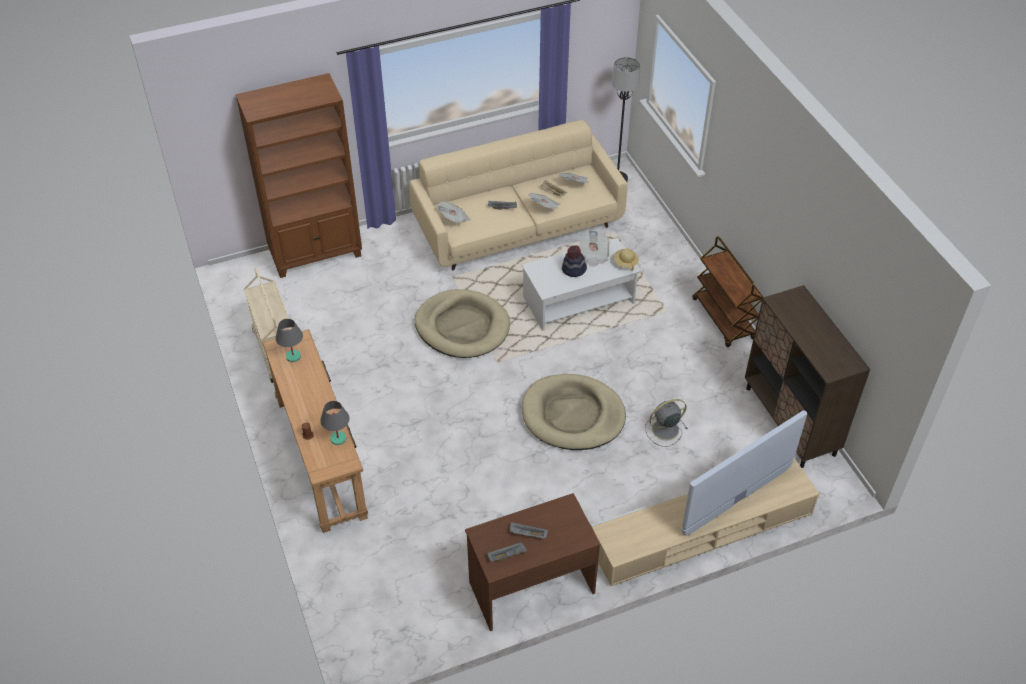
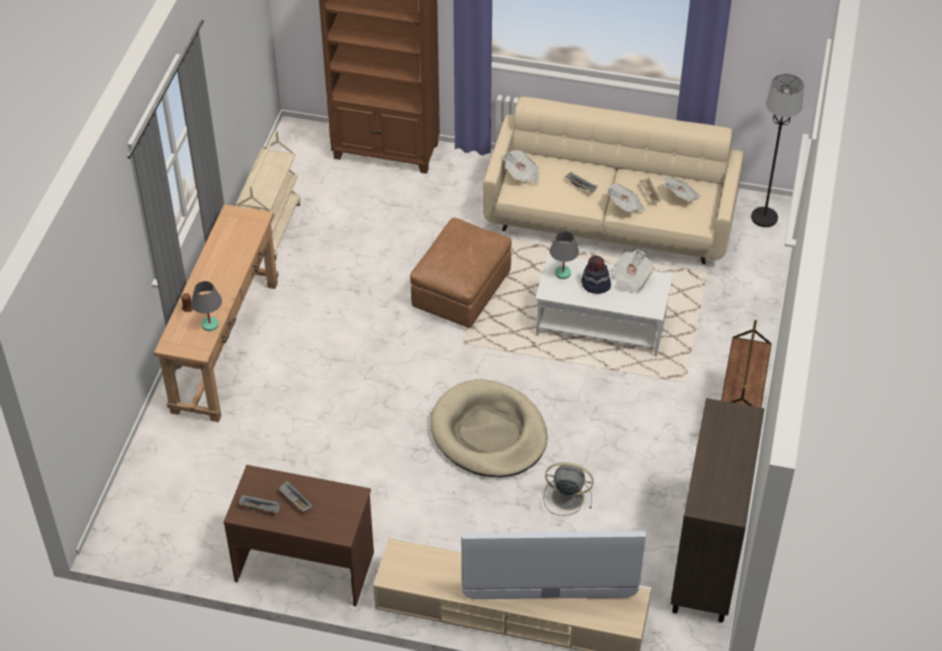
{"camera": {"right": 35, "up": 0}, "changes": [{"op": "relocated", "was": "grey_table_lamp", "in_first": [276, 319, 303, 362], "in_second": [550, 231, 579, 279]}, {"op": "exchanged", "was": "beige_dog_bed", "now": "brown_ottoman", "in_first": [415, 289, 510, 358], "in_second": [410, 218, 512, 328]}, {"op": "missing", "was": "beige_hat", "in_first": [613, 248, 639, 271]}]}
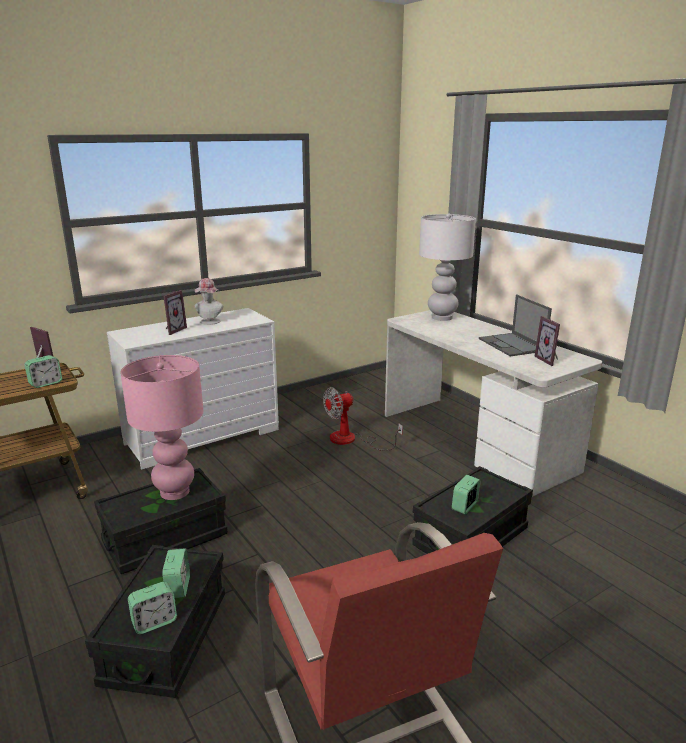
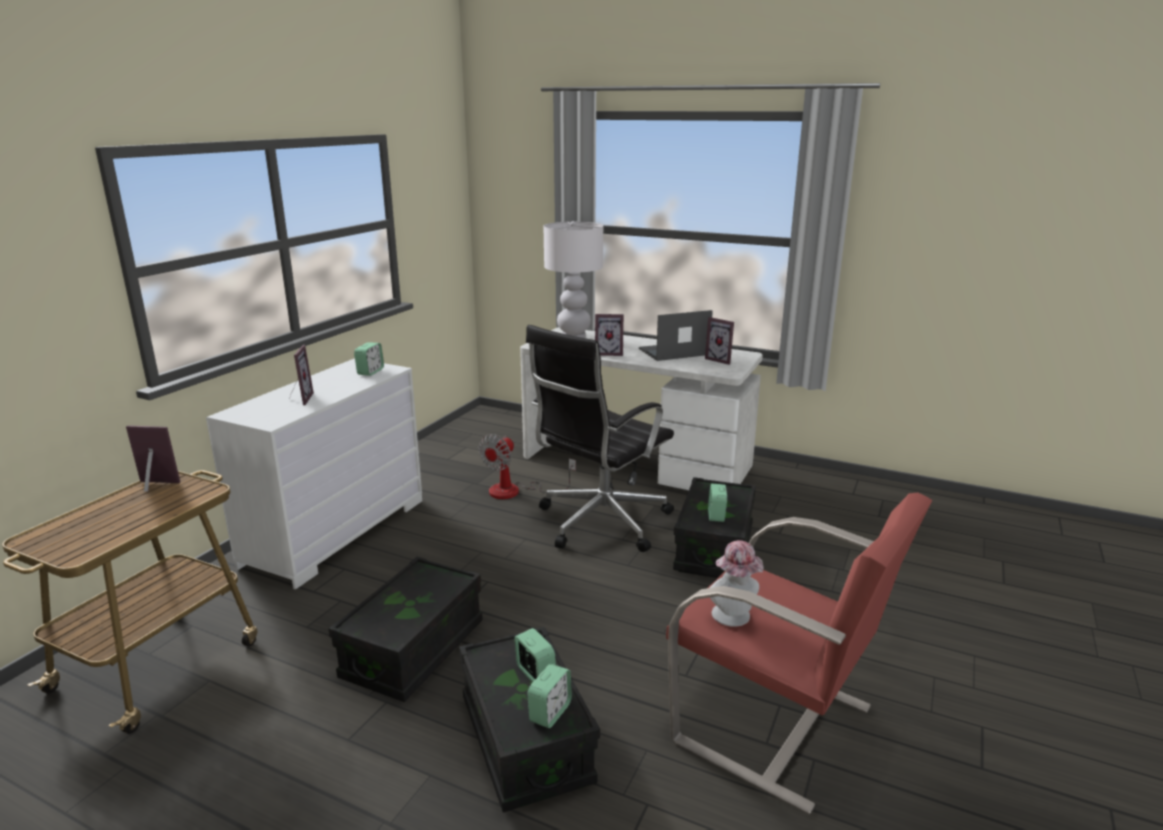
{"camera": {"right": -30, "up": 0}, "changes": [{"op": "relocated", "was": "alarm_clock", "in_first": [25, 355, 62, 388], "in_second": [354, 343, 384, 376]}, {"op": "missing", "was": "pink_table_lamp", "in_first": [121, 355, 203, 500]}, {"op": "relocated", "was": "hat", "in_first": [195, 278, 224, 325], "in_second": [710, 540, 763, 627]}, {"op": "spun", "was": "laptop", "in_first": [479, 295, 552, 356], "in_second": [639, 310, 713, 361], "clockwise": 120}, {"op": "appeared", "now": "black_office_chair", "in_second": [526, 325, 674, 552]}, {"op": "appeared", "now": "picture_frame", "in_second": [595, 314, 624, 356]}]}
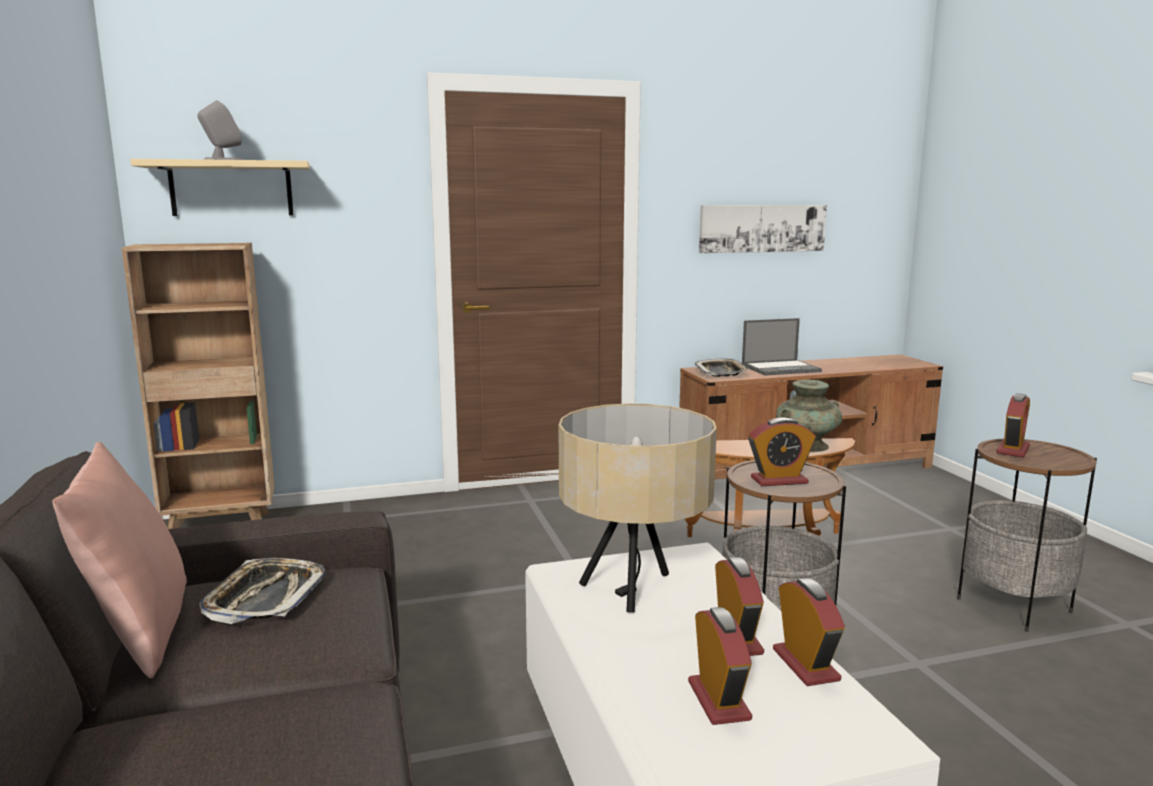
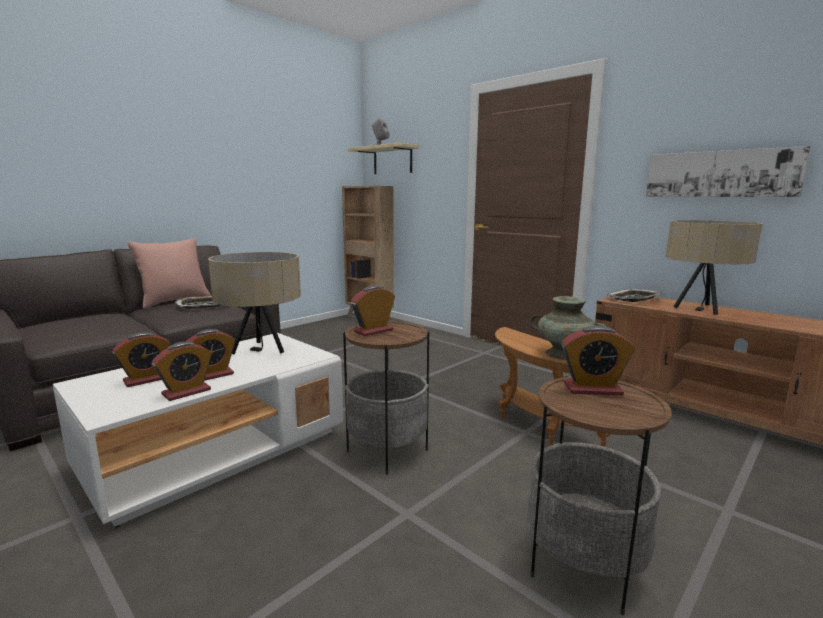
{"camera": {"right": 60, "up": 0}, "changes": [{"op": "exchanged", "was": "laptop", "now": "beige_table_lamp", "in_first": [742, 318, 822, 376], "in_second": [666, 220, 762, 315]}, {"op": "spun", "was": "alarm_clock", "in_first": [748, 417, 816, 486], "in_second": [351, 286, 395, 336], "clockwise": 90}]}
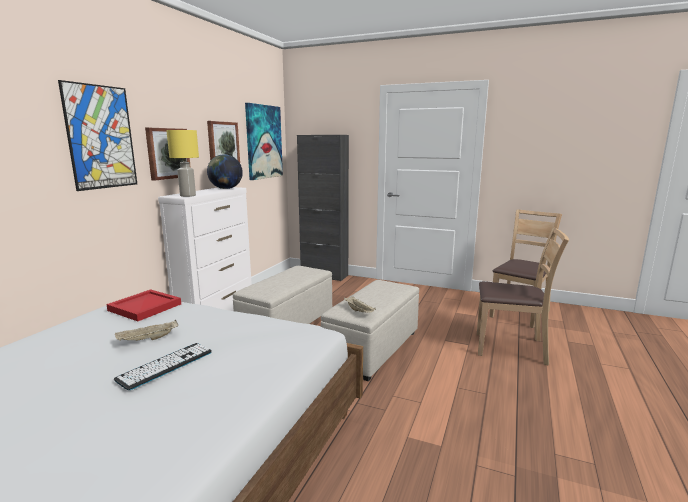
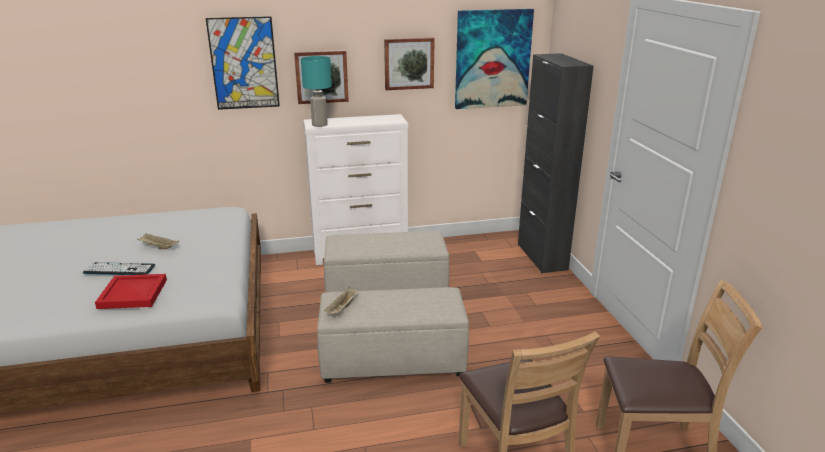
{"camera": {"right": 55, "up": 10}, "changes": [{"op": "relocated", "was": "red_tray", "in_first": [106, 289, 181, 321], "in_second": [95, 274, 167, 309]}, {"op": "colour", "was": "yellow_table_lamp", "now": "turquoise_table_lamp", "in_first": [166, 130, 199, 197], "in_second": [301, 56, 332, 127]}, {"op": "missing", "was": "globe", "in_first": [207, 154, 243, 189]}]}
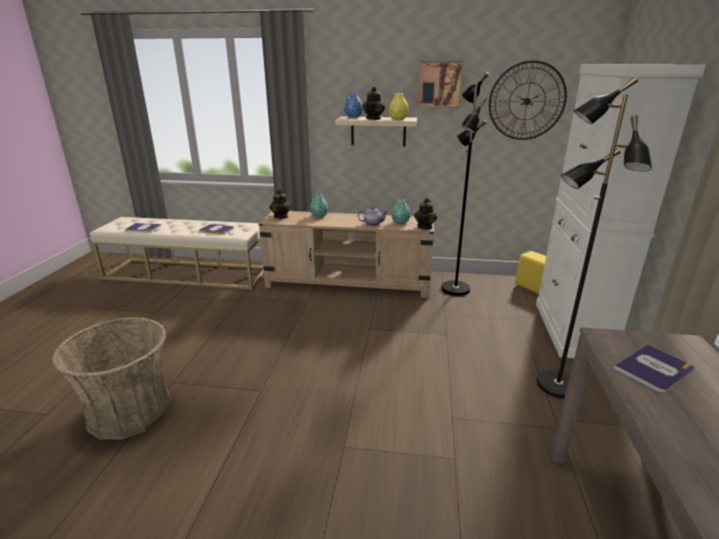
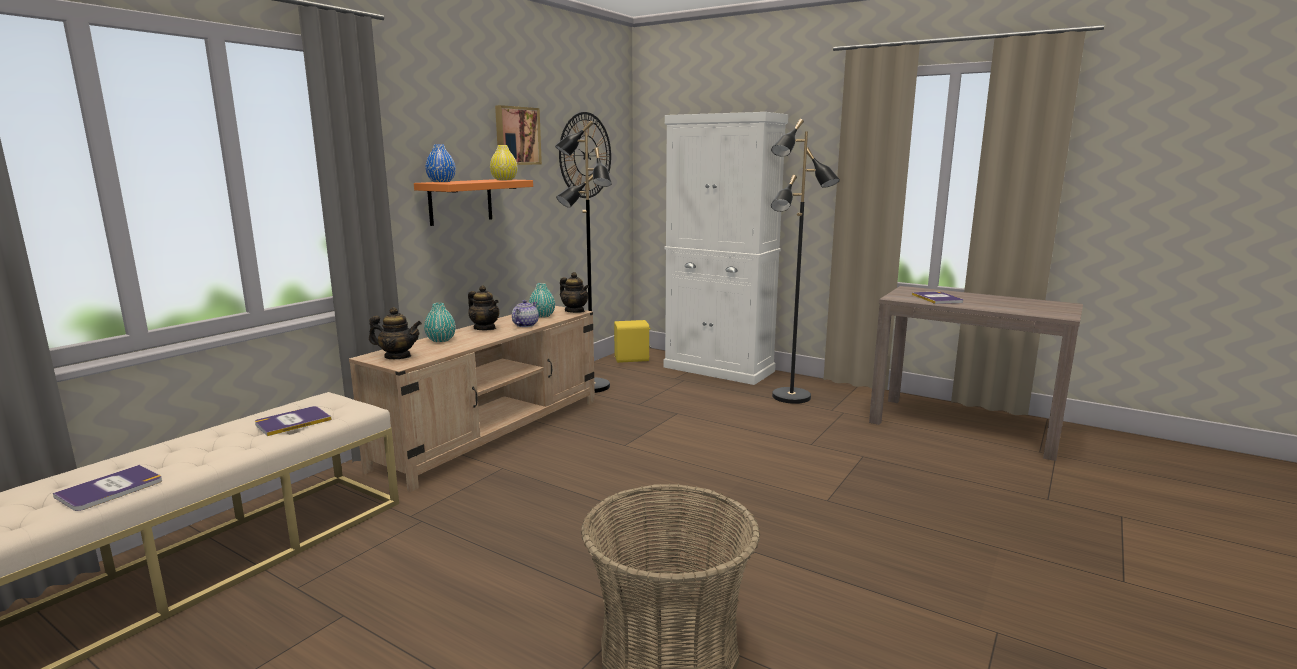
{"camera": {"right": -65, "up": -10}, "changes": [{"op": "colour", "was": "beige_shelf", "now": "orange_shelf", "in_first": [335, 116, 417, 147], "in_second": [414, 179, 533, 226]}, {"op": "relocated", "was": "teapot", "in_first": [363, 86, 385, 120], "in_second": [468, 286, 500, 330]}]}
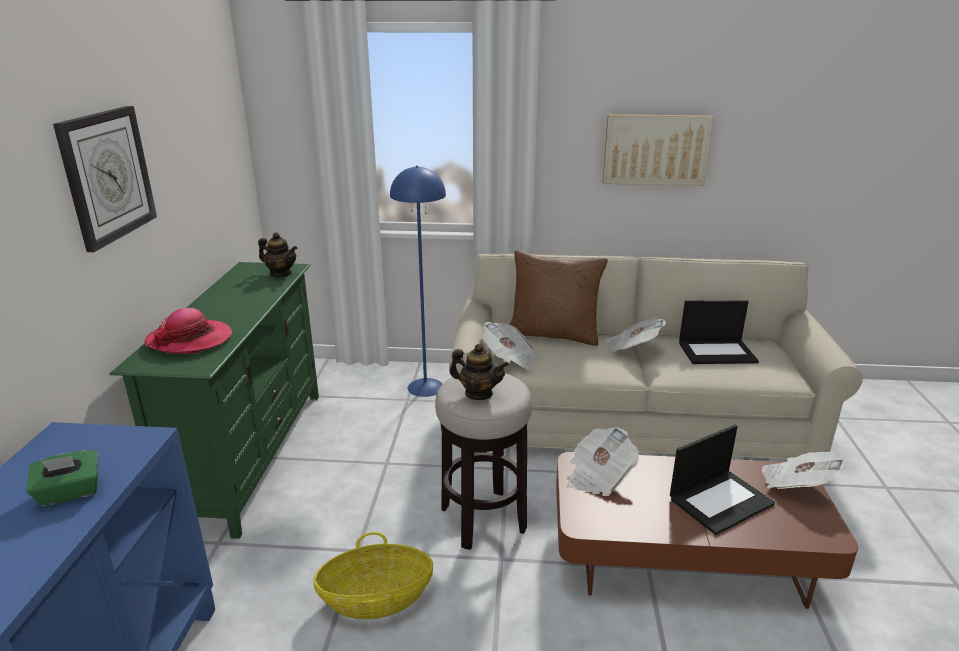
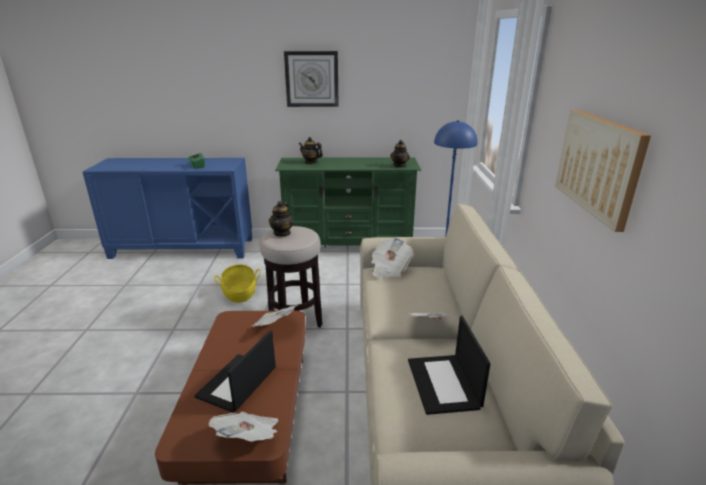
{"camera": {"right": 85, "up": 0}, "changes": [{"op": "exchanged", "was": "hat", "now": "teapot", "in_first": [145, 308, 232, 354], "in_second": [299, 137, 323, 164]}, {"op": "missing", "was": "brown_pillow", "in_first": [509, 251, 608, 346]}, {"op": "spun", "was": "laptop", "in_first": [670, 425, 775, 535], "in_second": [195, 330, 276, 413], "clockwise": 60}]}
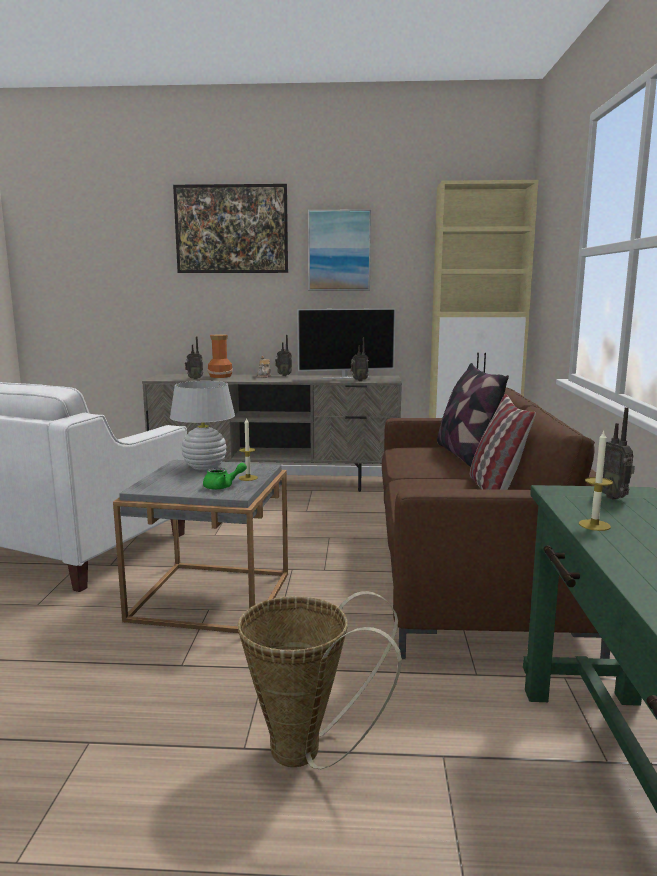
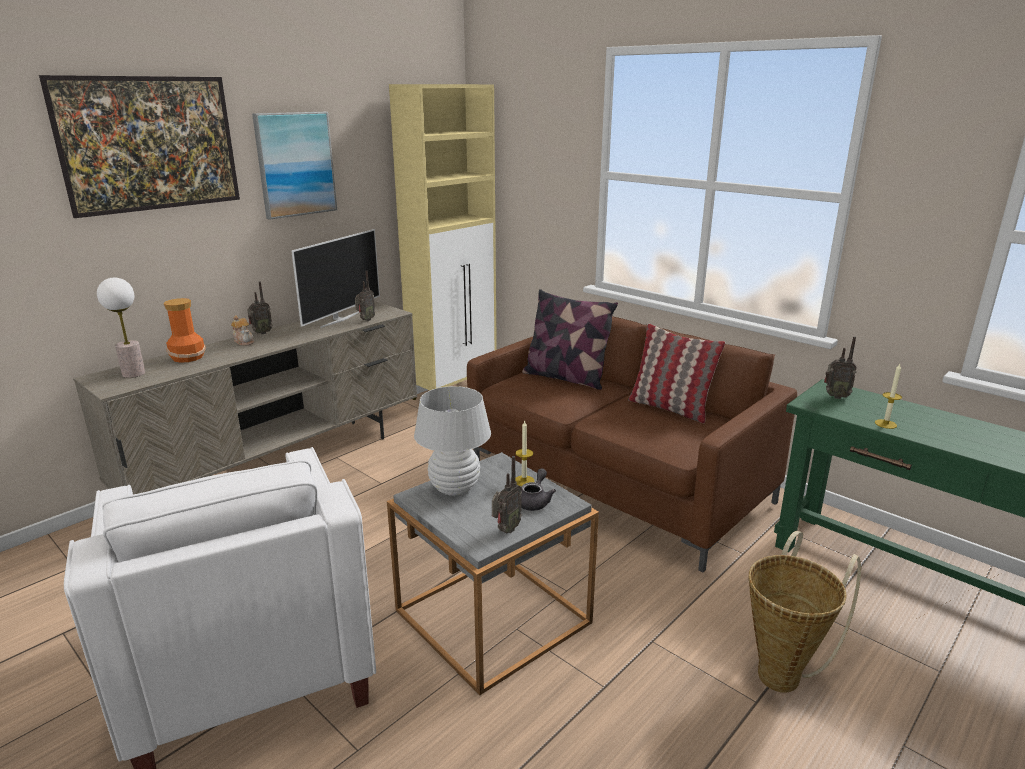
{"camera": {"right": -50, "up": 10}, "changes": [{"op": "relocated", "was": "radio", "in_first": [185, 336, 203, 380], "in_second": [492, 456, 522, 534]}, {"op": "colour", "was": "green_teapot", "now": "grey_teapot", "in_first": [203, 463, 247, 490], "in_second": [521, 468, 556, 511]}, {"op": "appeared", "now": "table_lamp", "in_second": [97, 278, 145, 378]}]}
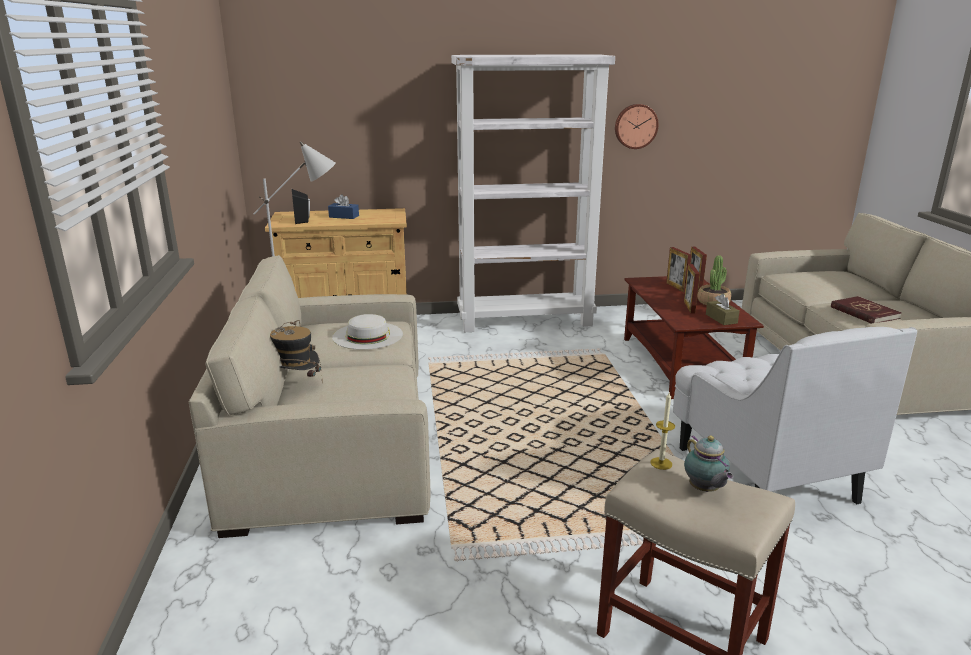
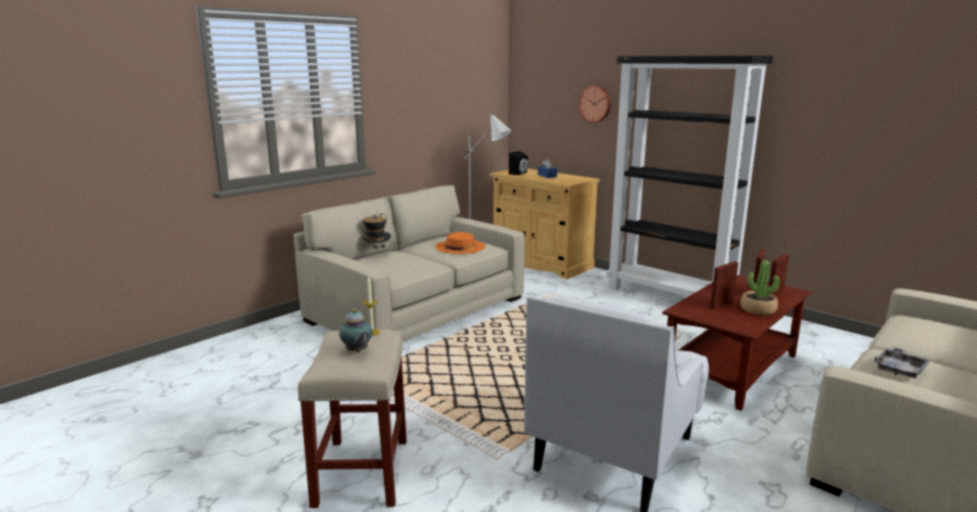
{"camera": {"right": 50, "up": -5}, "changes": [{"op": "colour", "was": "white_hat", "now": "orange_hat", "in_first": [332, 314, 403, 350], "in_second": [436, 232, 485, 254]}, {"op": "colour", "was": "white_bookcase", "now": "black_bookcase", "in_first": [451, 54, 615, 332], "in_second": [606, 55, 773, 297]}, {"op": "relocated", "was": "wall_clock", "in_first": [615, 104, 658, 149], "in_second": [578, 85, 611, 123]}, {"op": "spun", "was": "teapot", "in_first": [684, 435, 734, 492], "in_second": [339, 309, 372, 353], "clockwise": -60}, {"op": "missing", "was": "brown_tissue_box", "in_first": [706, 294, 740, 325]}, {"op": "exchanged", "was": "red_book", "now": "grey_tray", "in_first": [831, 296, 902, 324], "in_second": [874, 346, 930, 378]}]}
